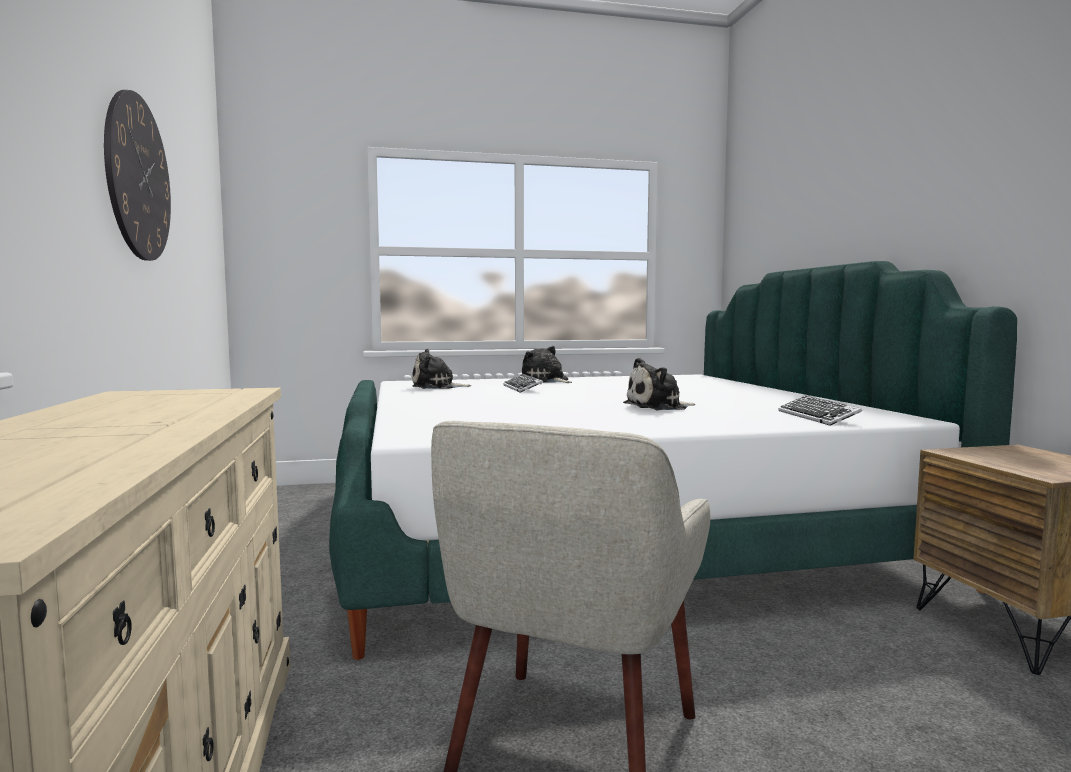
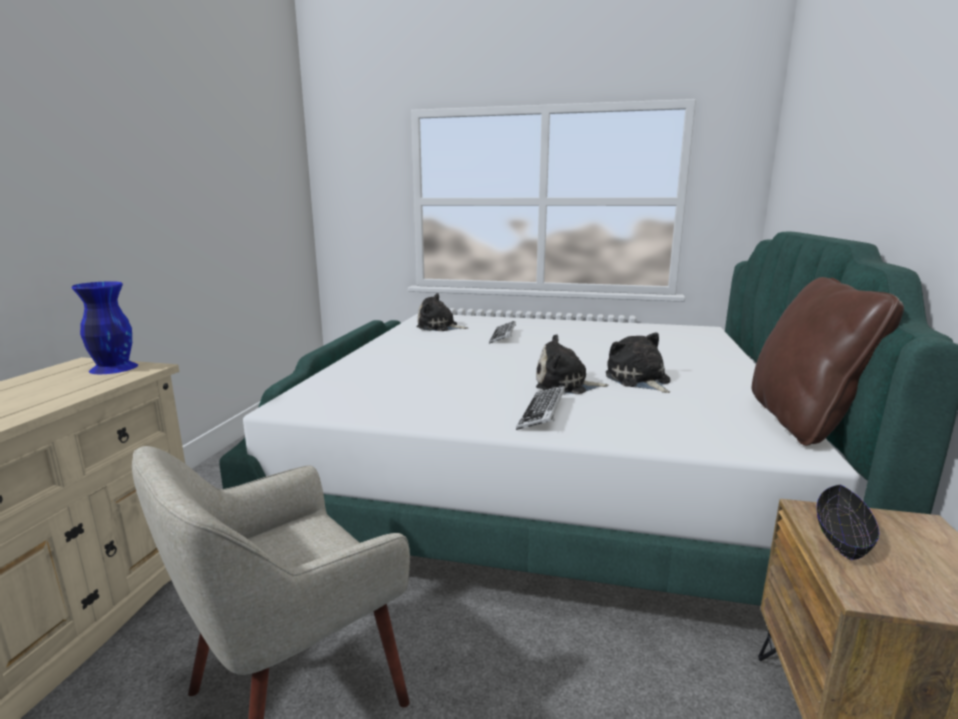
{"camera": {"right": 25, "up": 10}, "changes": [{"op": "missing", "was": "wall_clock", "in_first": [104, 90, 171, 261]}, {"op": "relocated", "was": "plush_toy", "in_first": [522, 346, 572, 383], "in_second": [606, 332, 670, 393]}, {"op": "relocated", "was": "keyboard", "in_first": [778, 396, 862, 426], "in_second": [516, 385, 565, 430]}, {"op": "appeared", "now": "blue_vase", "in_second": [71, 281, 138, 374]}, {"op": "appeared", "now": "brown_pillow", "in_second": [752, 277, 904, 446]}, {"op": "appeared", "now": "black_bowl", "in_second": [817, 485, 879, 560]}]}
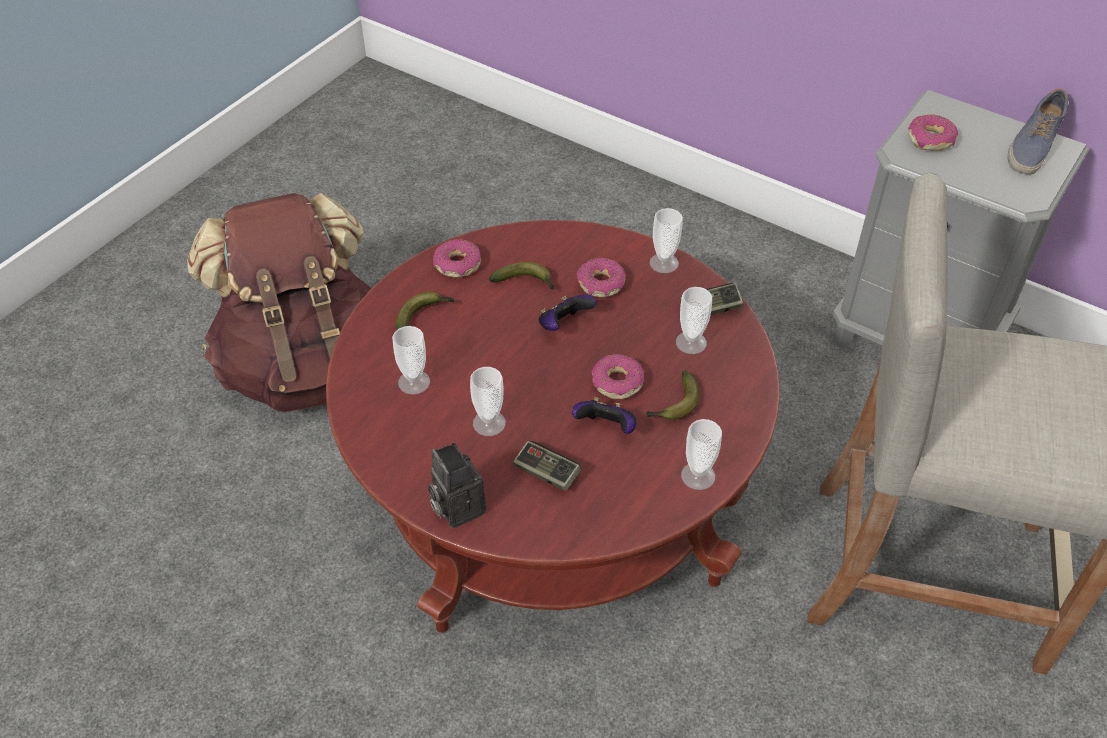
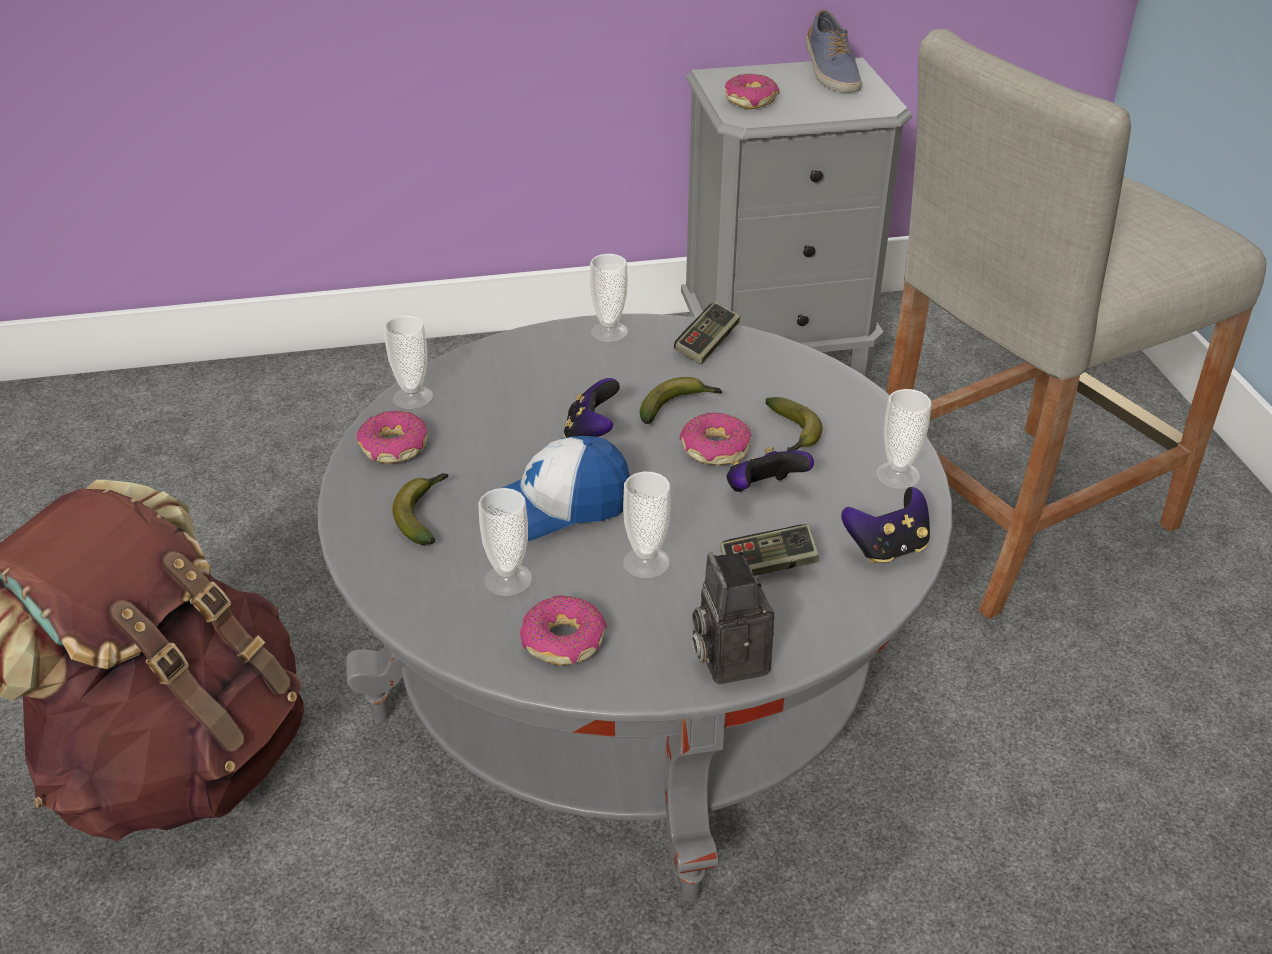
{"camera": {"right": -45, "up": -10}, "changes": [{"op": "colour", "was": "red_coffee_table", "now": "grey_coffee_table", "in_first": [326, 220, 780, 633], "in_second": [318, 314, 952, 902]}, {"op": "spun", "was": "photo_camera", "in_first": [428, 443, 486, 528], "in_second": [692, 552, 774, 684], "clockwise": 60}, {"op": "relocated", "was": "banana", "in_first": [489, 262, 555, 289], "in_second": [640, 377, 722, 424]}, {"op": "relocated", "was": "donut", "in_first": [577, 258, 626, 297], "in_second": [520, 595, 607, 665]}, {"op": "relocated", "was": "cup", "in_first": [676, 287, 712, 354], "in_second": [384, 315, 434, 409]}, {"op": "appeared", "now": "cap", "in_second": [503, 436, 630, 541]}, {"op": "appeared", "now": "game_controller", "in_second": [841, 487, 930, 564]}]}
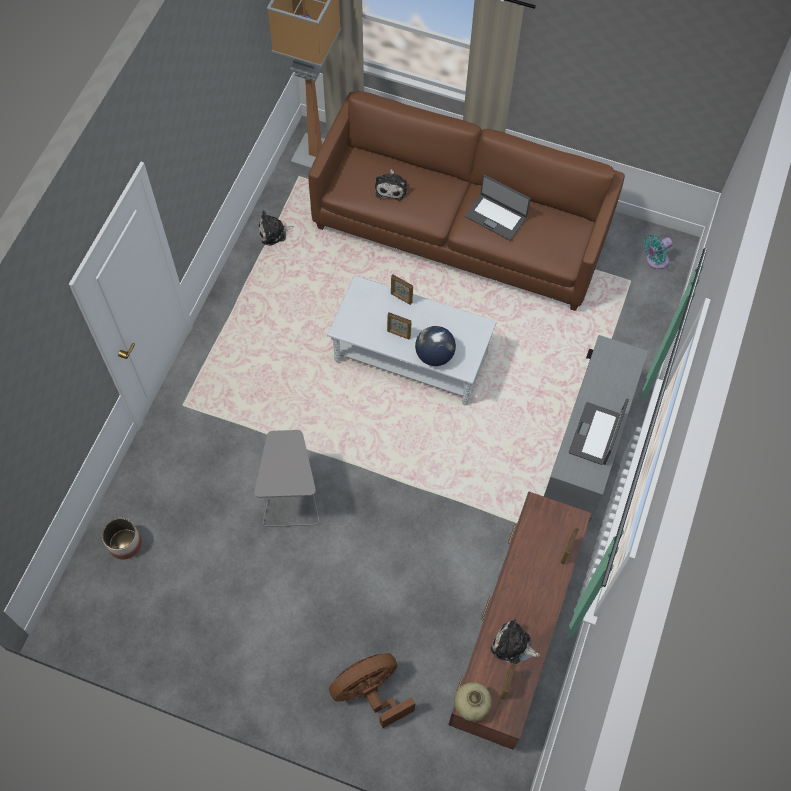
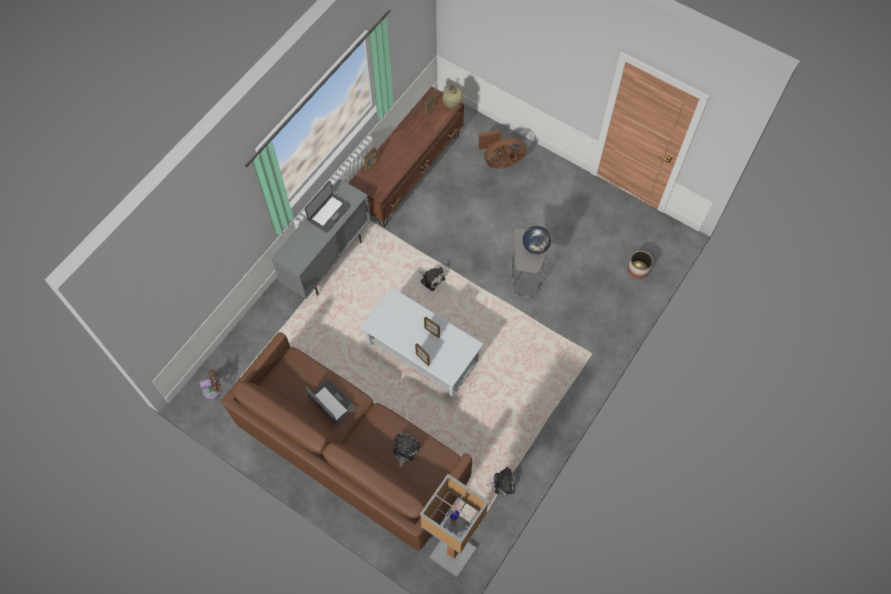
{"camera": {"right": -165, "up": 0}, "changes": [{"op": "relocated", "was": "globe", "in_first": [415, 326, 456, 366], "in_second": [523, 226, 551, 254]}, {"op": "relocated", "was": "plush_toy", "in_first": [491, 620, 540, 664], "in_second": [419, 267, 445, 291]}, {"op": "colour", "was": "turquoise_fan", "now": "brown_fan", "in_first": [643, 235, 673, 269], "in_second": [199, 369, 221, 399]}]}
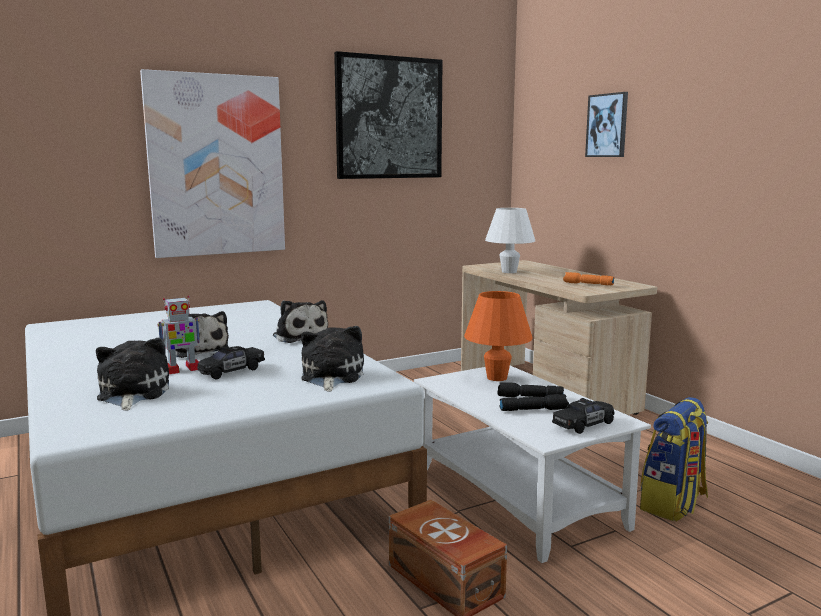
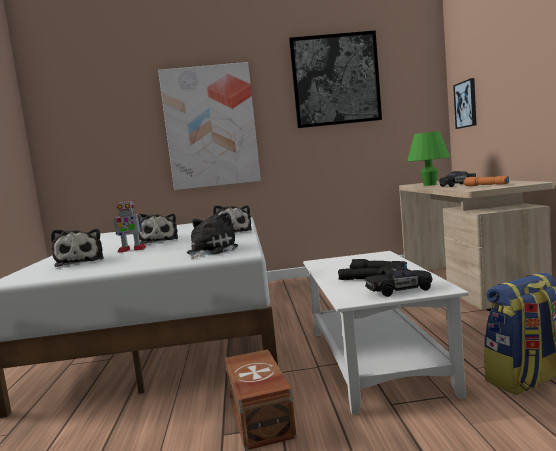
{"camera": {"right": 25, "up": -5}, "changes": [{"op": "spun", "was": "plush_toy", "in_first": [96, 338, 169, 411], "in_second": [51, 229, 103, 267], "clockwise": 150}, {"op": "relocated", "was": "black_toy_car", "in_first": [197, 346, 265, 379], "in_second": [439, 171, 476, 187]}, {"op": "missing", "was": "orange_table_lamp", "in_first": [464, 291, 533, 381]}, {"op": "colour", "was": "white_table_lamp", "now": "green_table_lamp", "in_first": [485, 208, 535, 273], "in_second": [407, 131, 450, 186]}, {"op": "relocated", "was": "picture", "in_first": [585, 92, 628, 157], "in_second": [453, 78, 477, 129]}]}
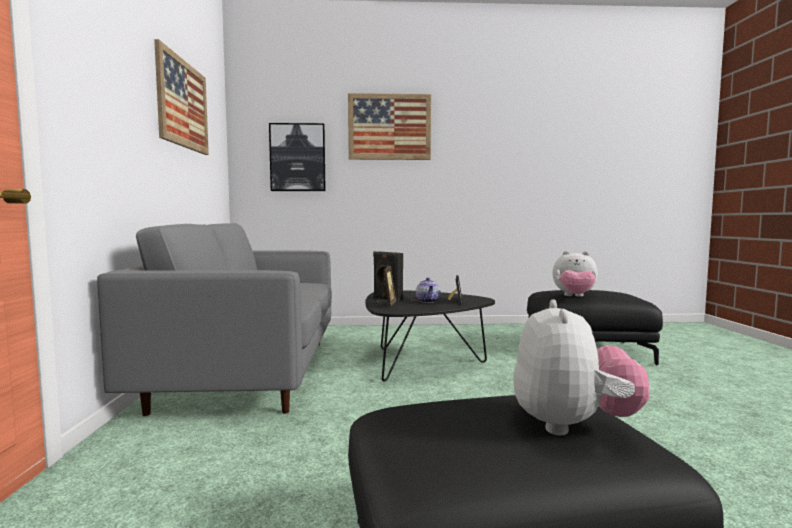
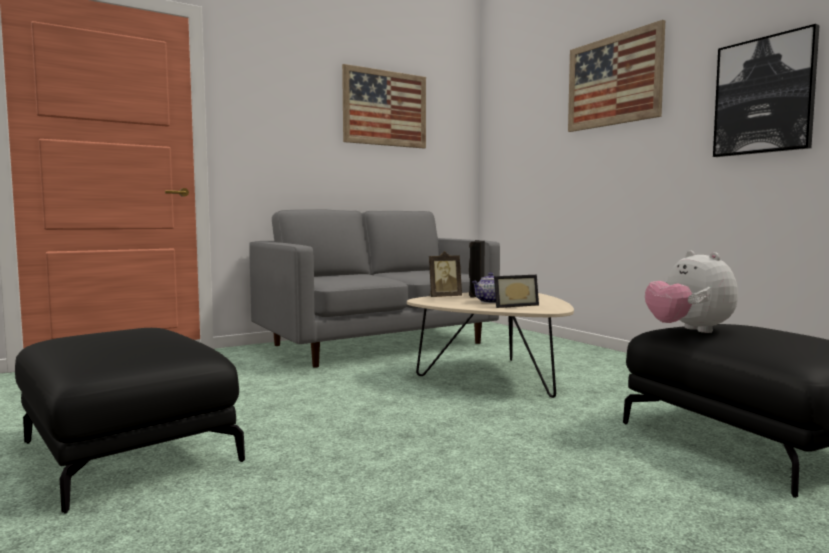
{"camera": {"right": 60, "up": 0}, "changes": [{"op": "relocated", "was": "picture", "in_first": [269, 123, 326, 191], "in_second": [713, 24, 820, 157]}, {"op": "colour", "was": "black_coffee_table", "now": "beige_coffee_table", "in_first": [365, 290, 495, 382], "in_second": [407, 292, 574, 398]}, {"op": "missing", "was": "plush_toy", "in_first": [513, 299, 650, 435]}]}
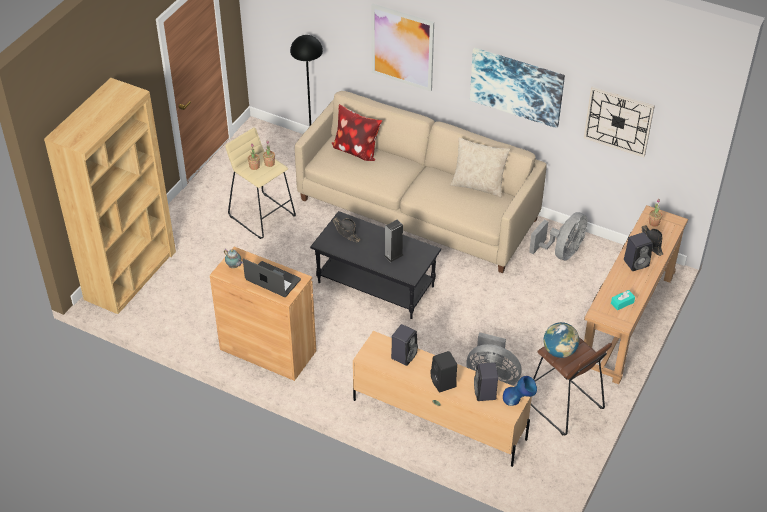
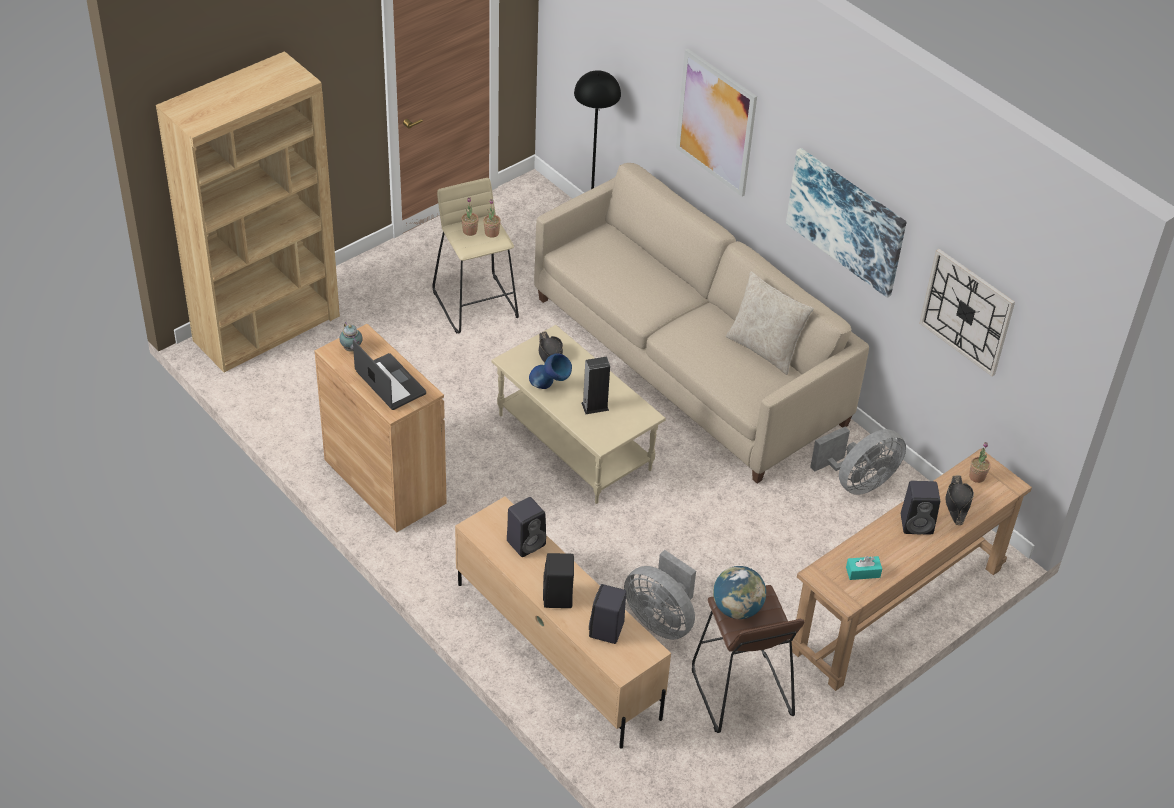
{"camera": {"right": 20, "up": 0}, "changes": [{"op": "colour", "was": "black_coffee_table", "now": "beige_coffee_table", "in_first": [310, 211, 441, 319], "in_second": [492, 325, 666, 504]}, {"op": "missing", "was": "pillow", "in_first": [332, 104, 382, 161]}, {"op": "relocated", "was": "blue_vase", "in_first": [503, 376, 537, 406], "in_second": [529, 353, 572, 389]}]}
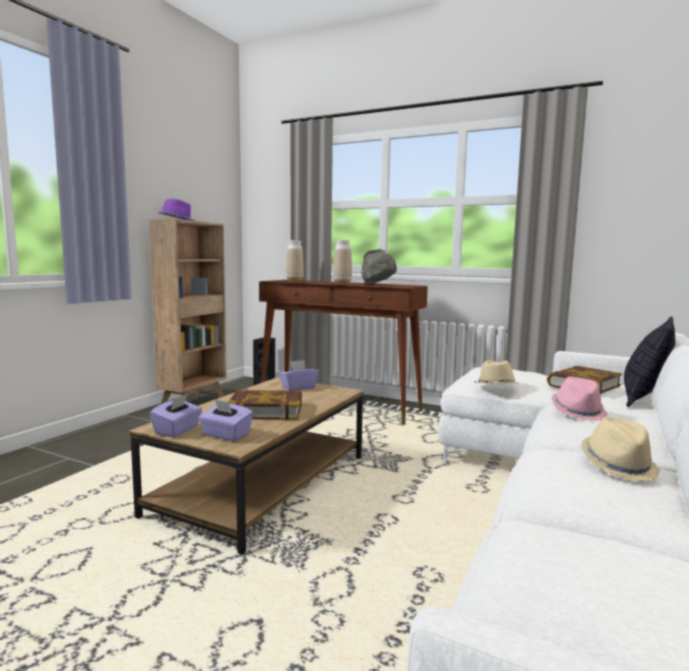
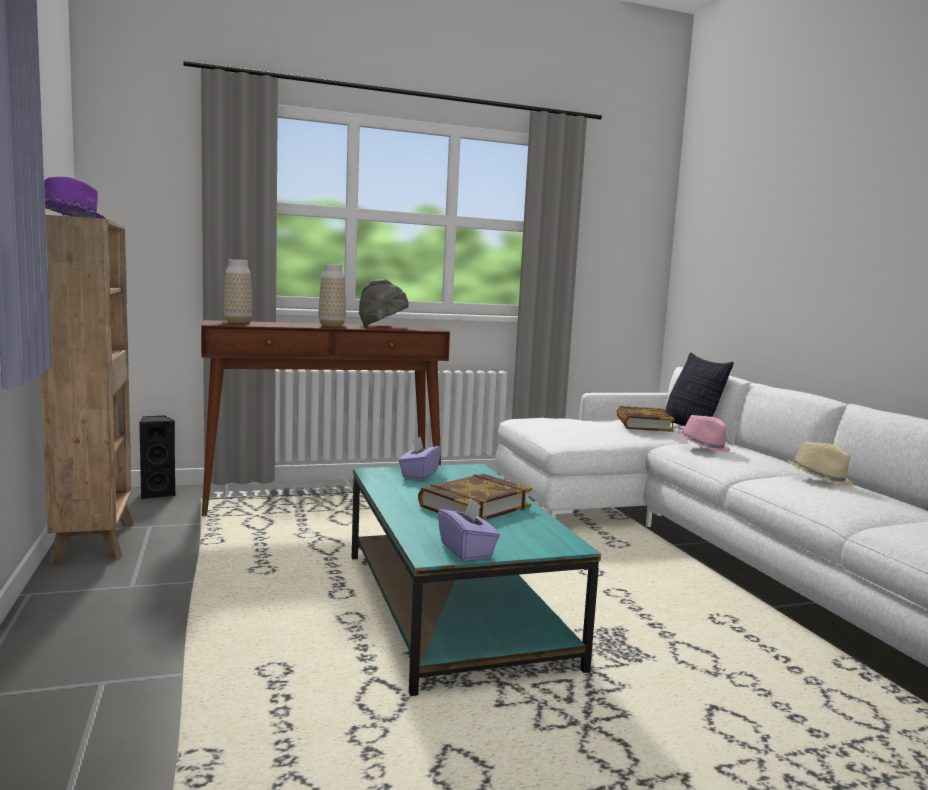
{"camera": {"right": -45, "up": 0}, "changes": [{"op": "colour", "was": "brown_coffee_table", "now": "turquoise_coffee_table", "in_first": [129, 377, 364, 555], "in_second": [352, 464, 601, 696]}, {"op": "missing", "was": "purple_tissue_box", "in_first": [198, 399, 253, 441]}, {"op": "missing", "was": "beige_hat", "in_first": [474, 360, 519, 384]}]}
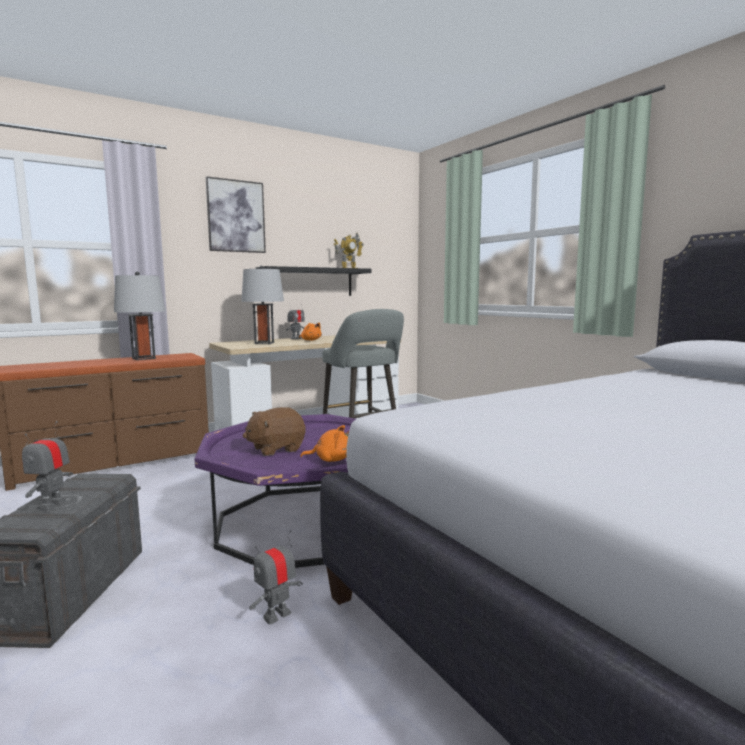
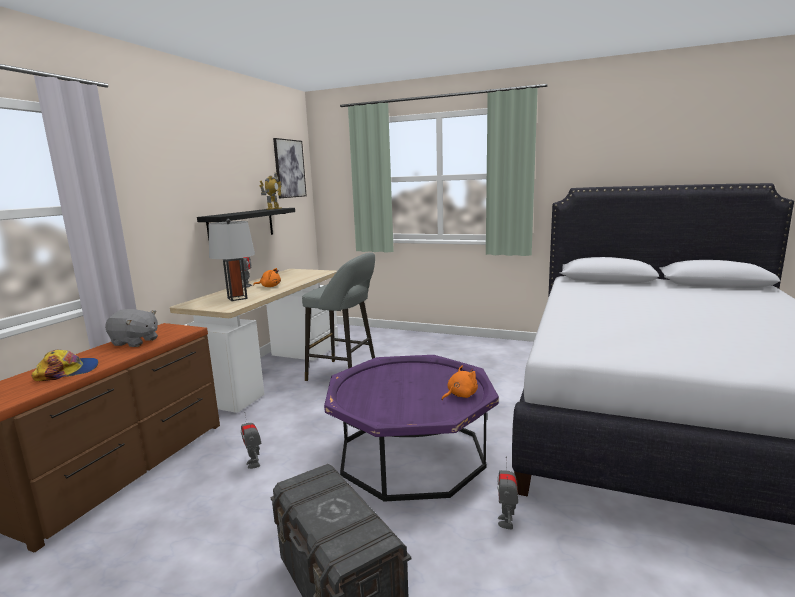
{"camera": {"right": -35, "up": 5}, "changes": [{"op": "relocated", "was": "toy_robot", "in_first": [22, 421, 73, 512], "in_second": [241, 412, 261, 469]}, {"op": "exchanged", "was": "grey_table_lamp", "now": "grey_plush_toy", "in_first": [114, 271, 165, 360], "in_second": [105, 309, 158, 347]}, {"op": "relocated", "was": "picture", "in_first": [206, 176, 266, 253], "in_second": [273, 138, 307, 198]}, {"op": "missing", "was": "brown_plush_toy", "in_first": [243, 407, 305, 456]}, {"op": "appeared", "now": "cap", "in_second": [32, 350, 98, 381]}]}
